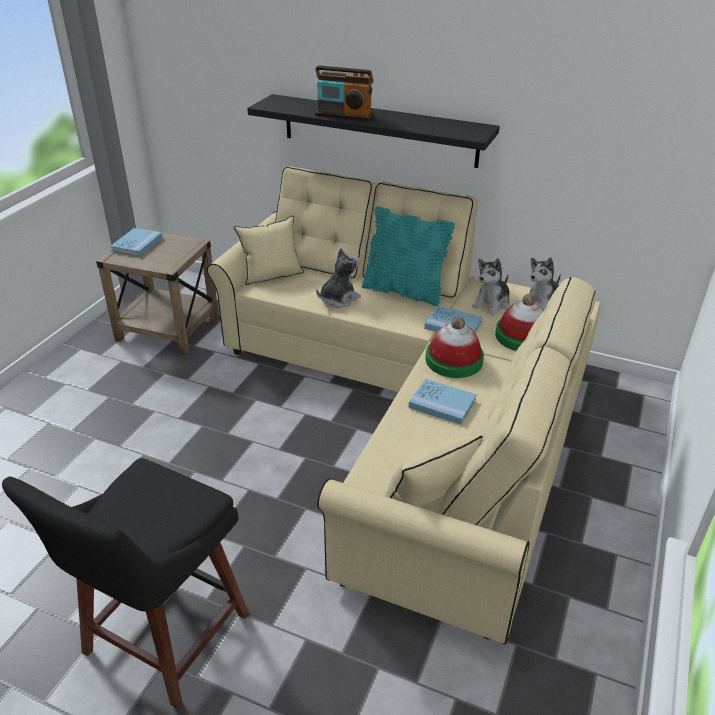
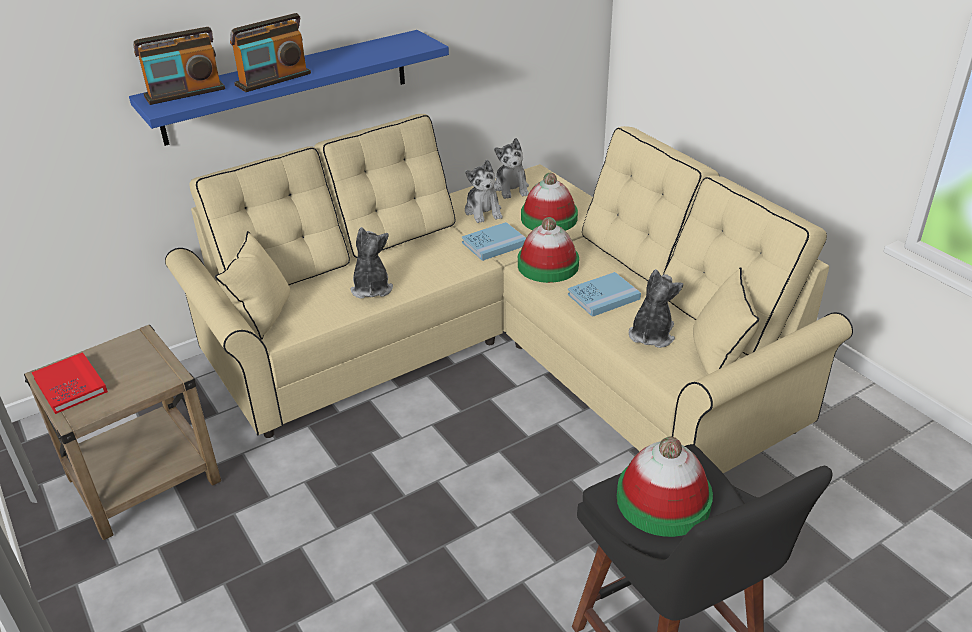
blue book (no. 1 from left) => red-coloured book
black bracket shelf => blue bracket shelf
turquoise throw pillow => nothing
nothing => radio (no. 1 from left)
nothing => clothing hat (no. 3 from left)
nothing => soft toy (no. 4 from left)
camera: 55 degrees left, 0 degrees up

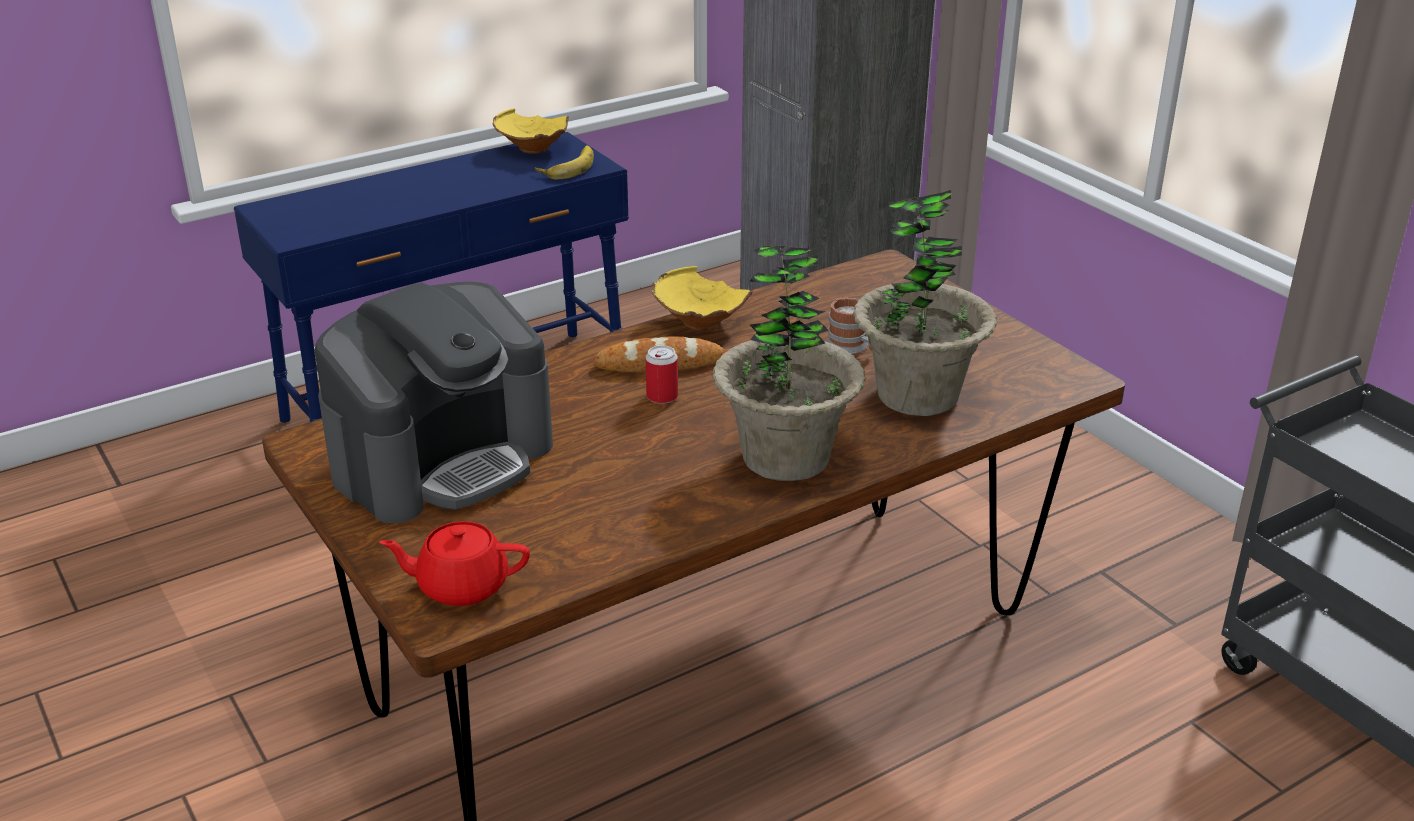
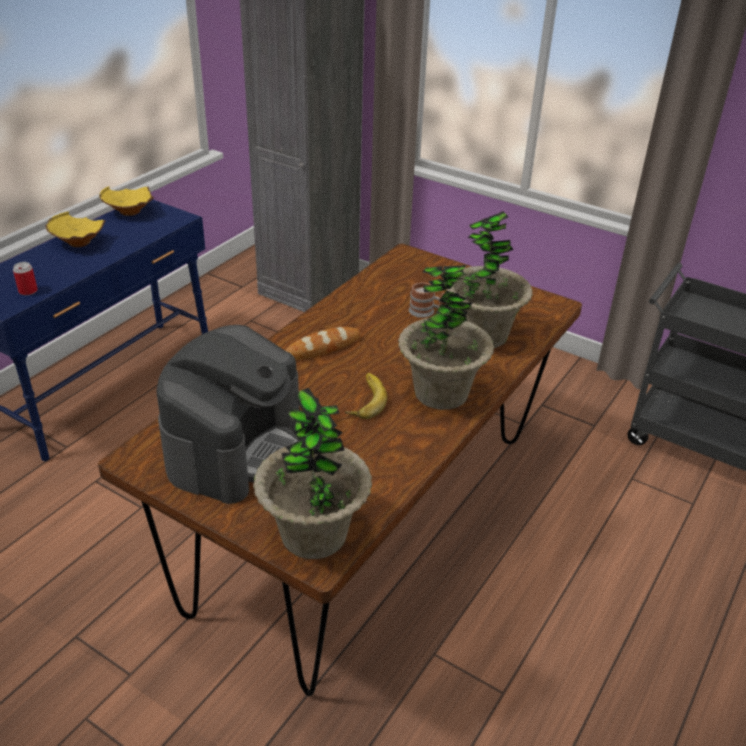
red-coloured teapot => plant in a pot (no. 1 from left)
banana, relocated
metal can, relocated
yellow deep dish (no. 2 from left in the first image) => yellow deep dish (no. 1 from left), relocated
camera: 25 degrees left, 5 degrees up

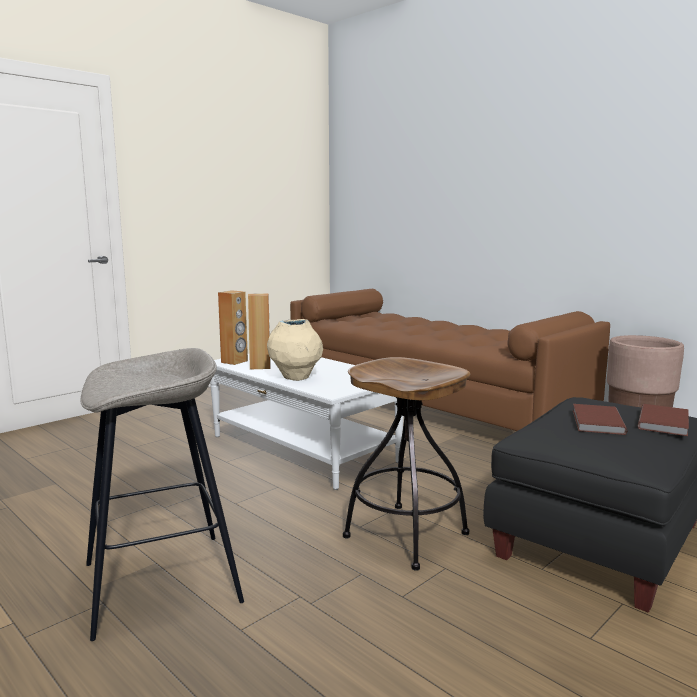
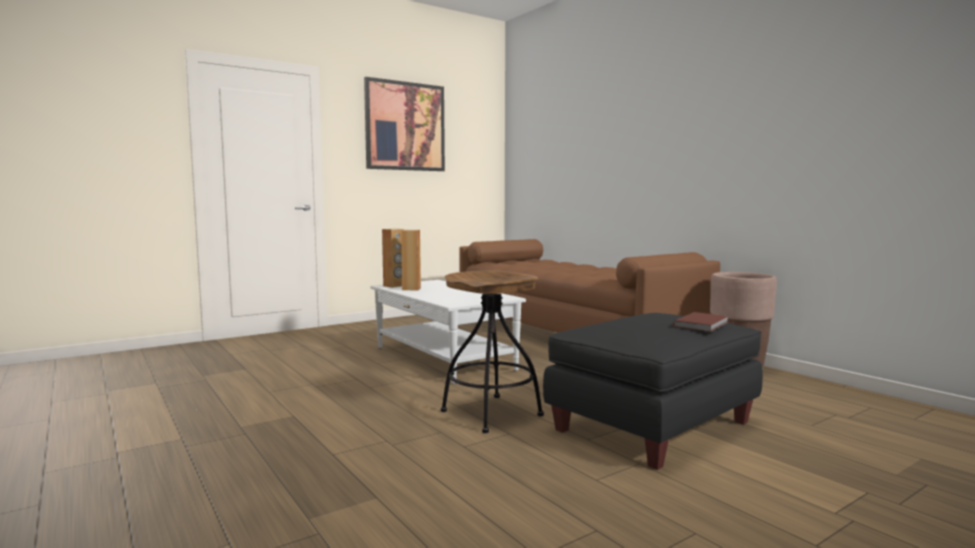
gray sitting stool => nothing
beige vase => nothing
brown-coloured book (no. 1 from left) => nothing
nothing => wall picture
camera: 10 degrees right, 5 degrees down

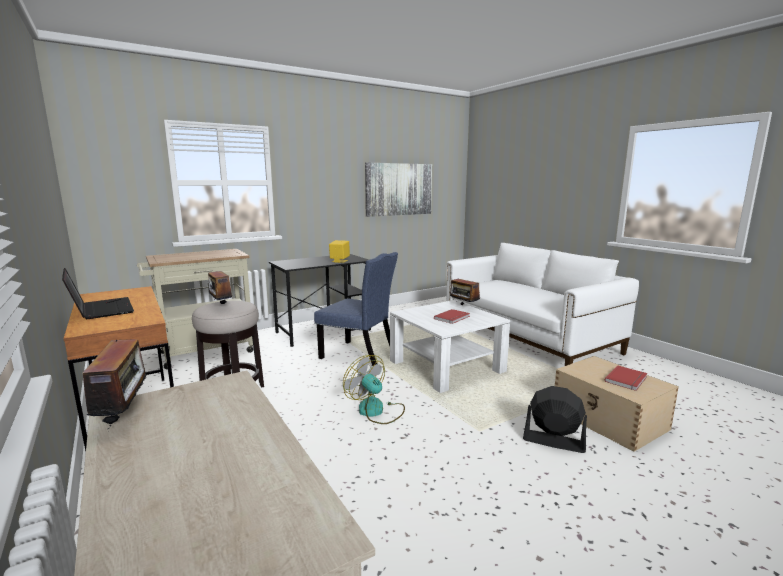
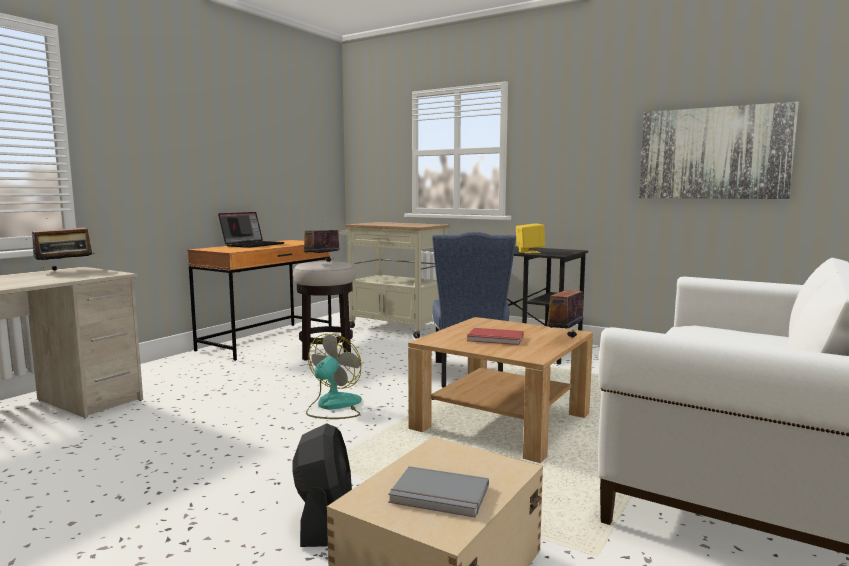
whitish lounge table => brown-coloured lounge table
red-coloured book (no. 2 from left) => gray book
camera: 65 degrees right, 5 degrees down

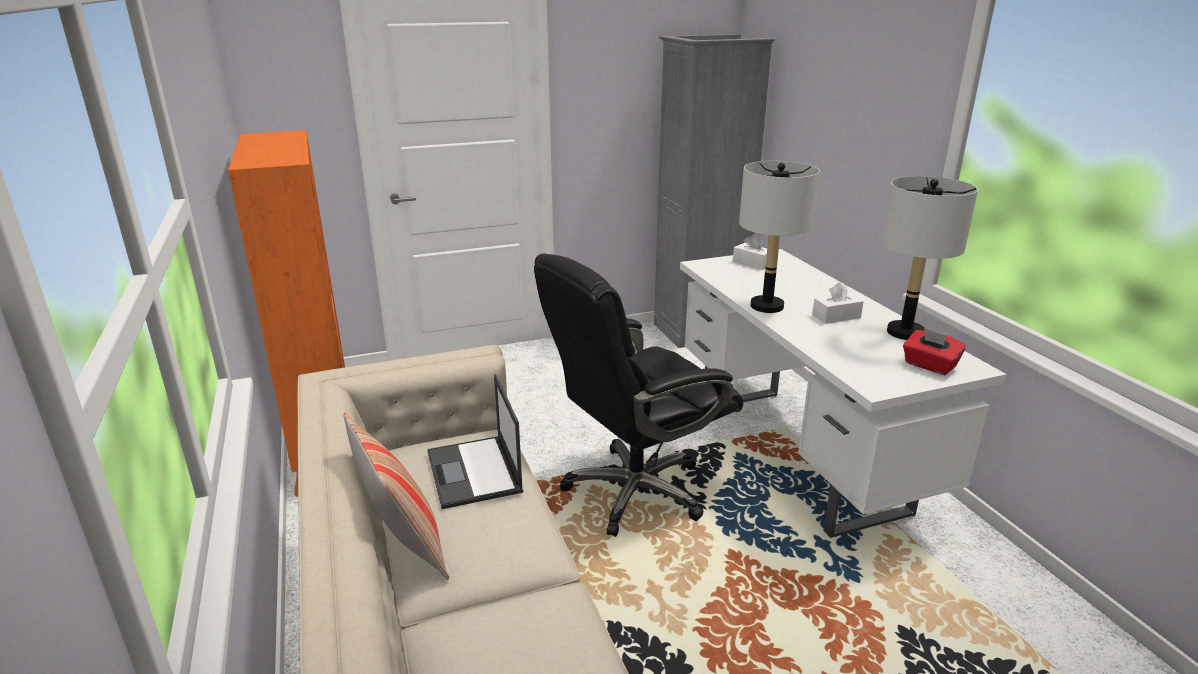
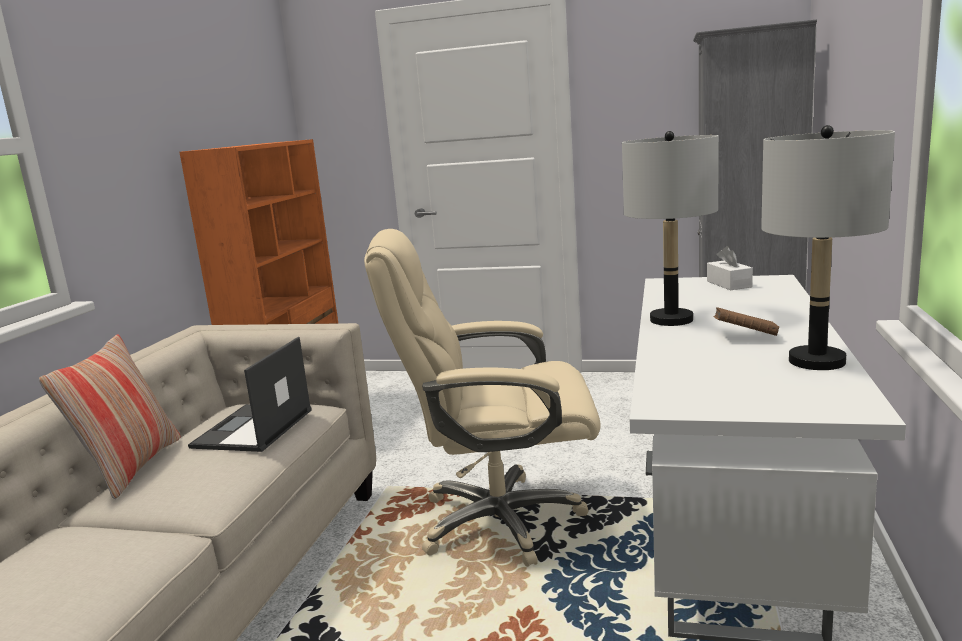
black desk chair => beige desk chair
whitish box of tissues (no. 2 from left) => brown-coloured book
red-coloured box of tissues => nothing
camera: 35 degrees right, 10 degrees down

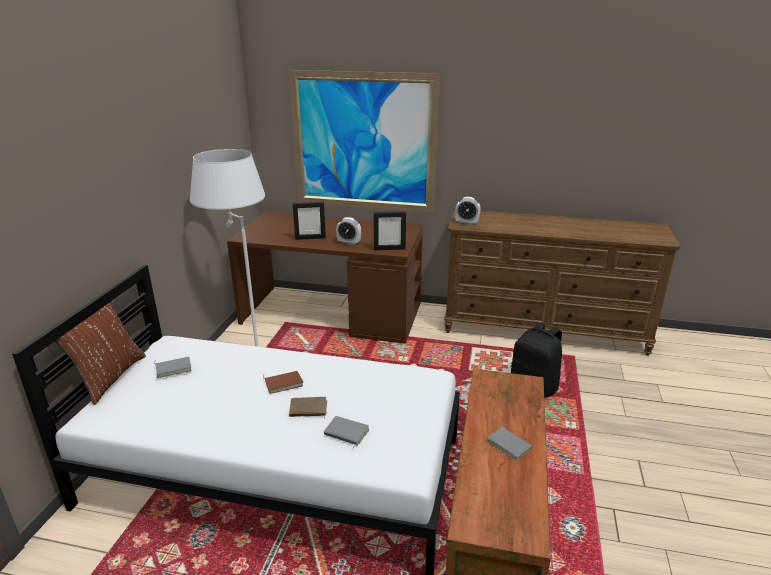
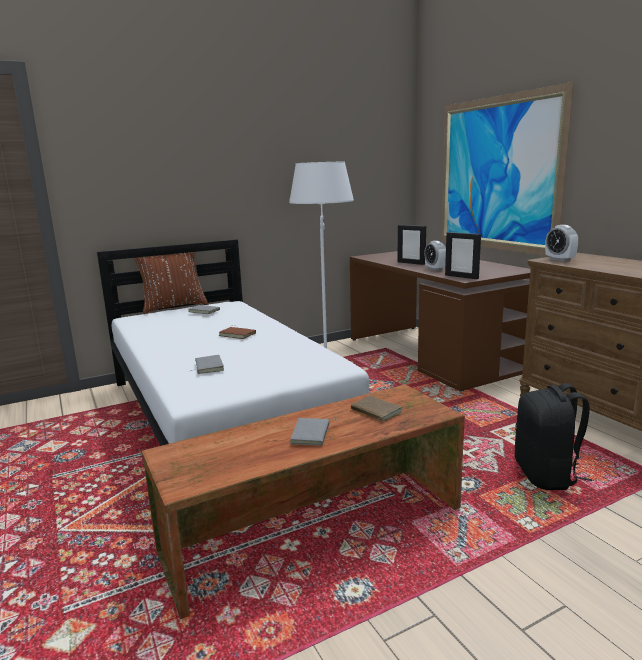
brown-coloured book (no. 2 from left), relocated
camera: 50 degrees right, 10 degrees down

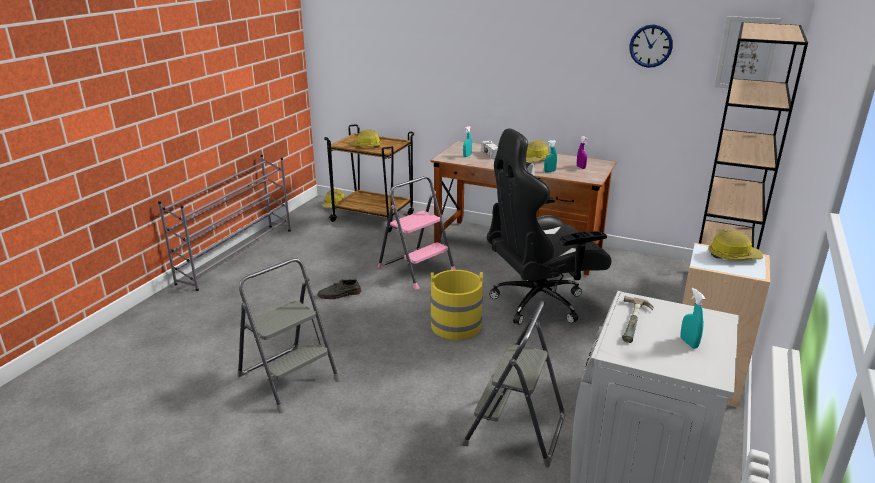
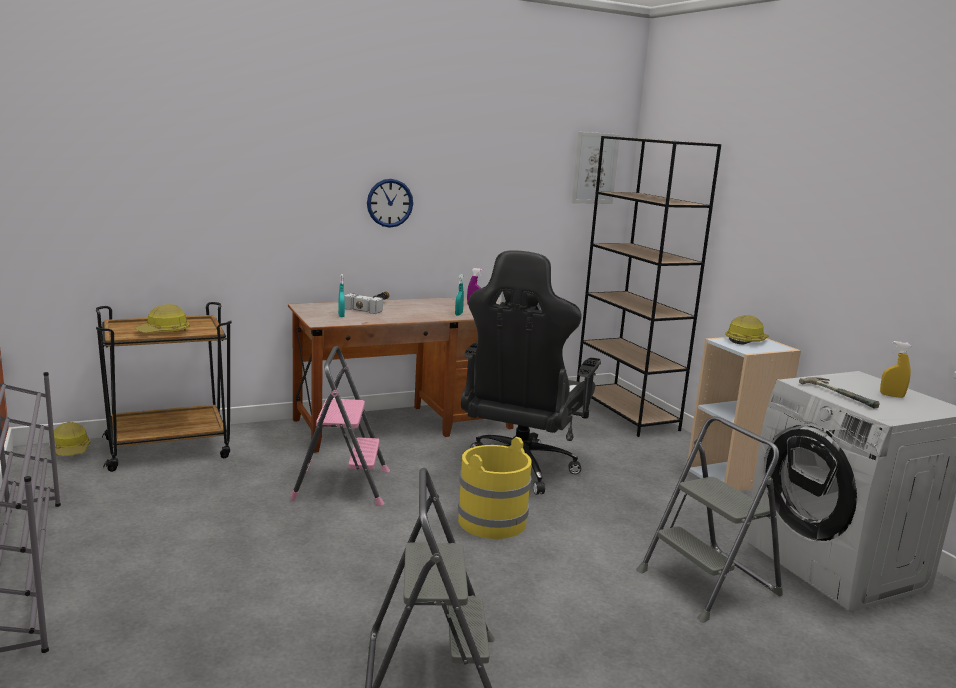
gray shoe => nothing
hard hat (no. 3 from left) => nothing
hanging clock, relocated
turquoise sprayer (no. 3 from left) => yellow sprayer
camera: 50 degrees left, 10 degrees down

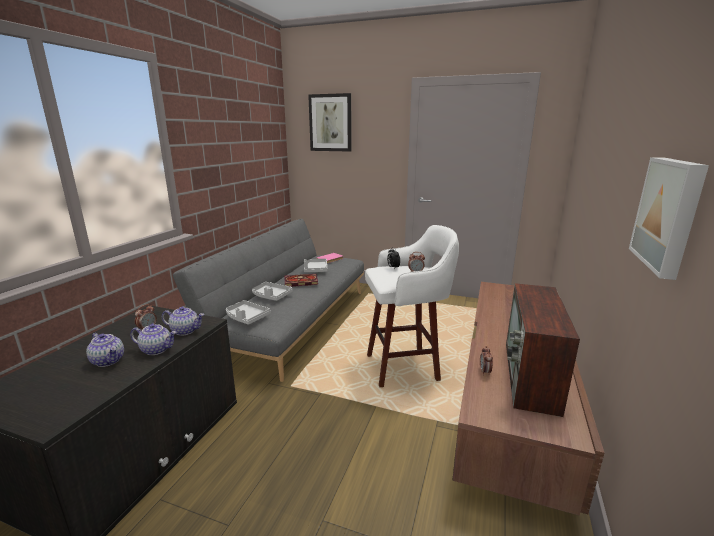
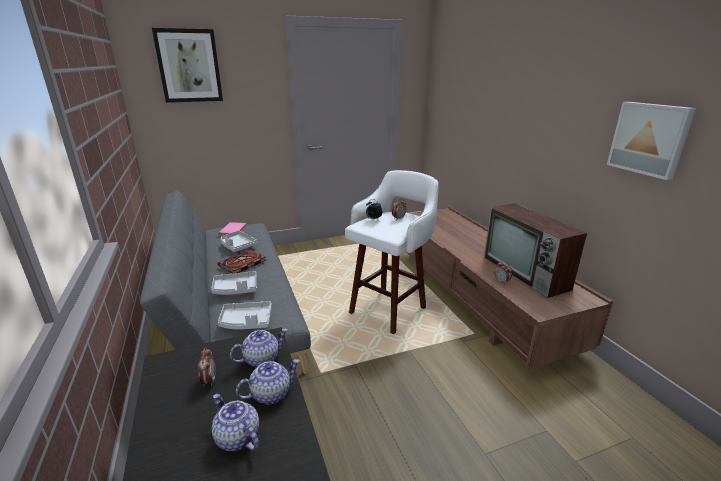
teapot (no. 1 from left), 135 degrees counterclockwise
camera: 40 degrees left, 5 degrees up

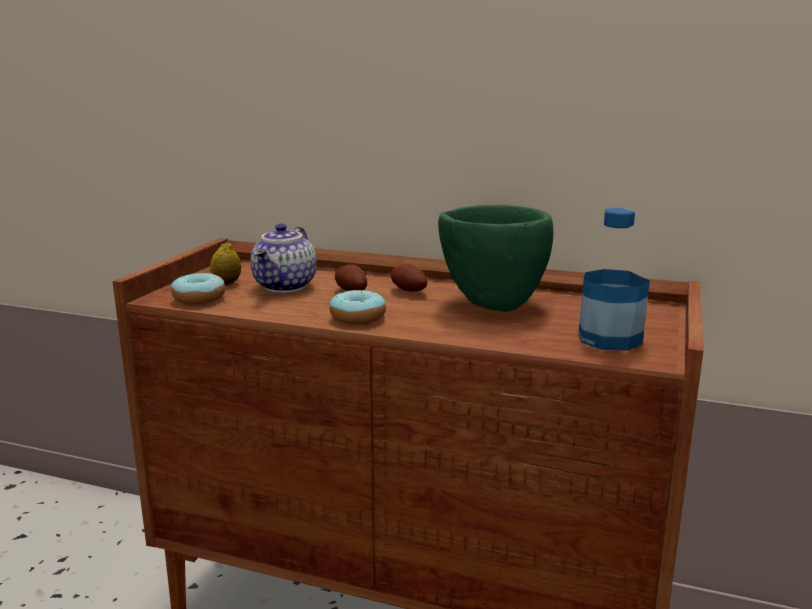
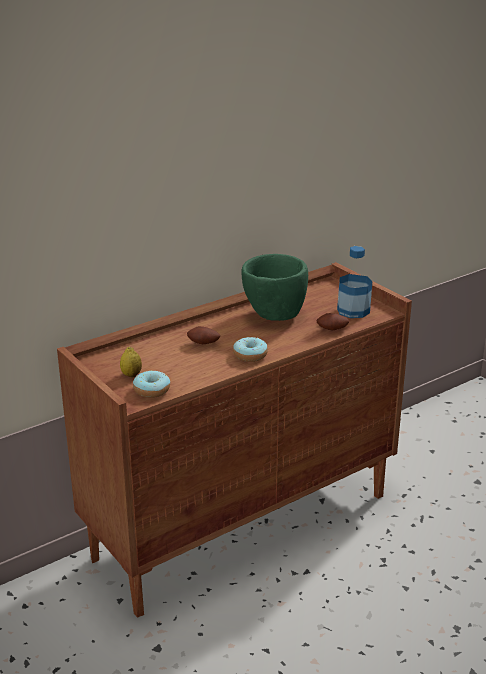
teapot => nothing
spud (no. 2 from left), relocated
camera: 55 degrees left, 10 degrees up

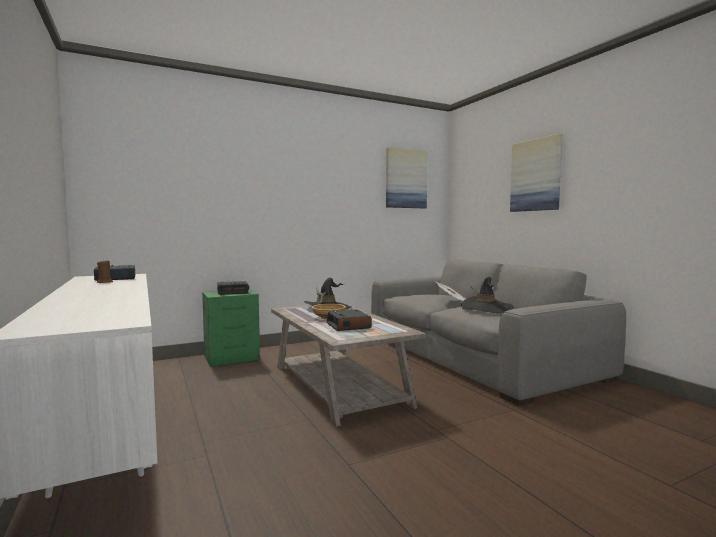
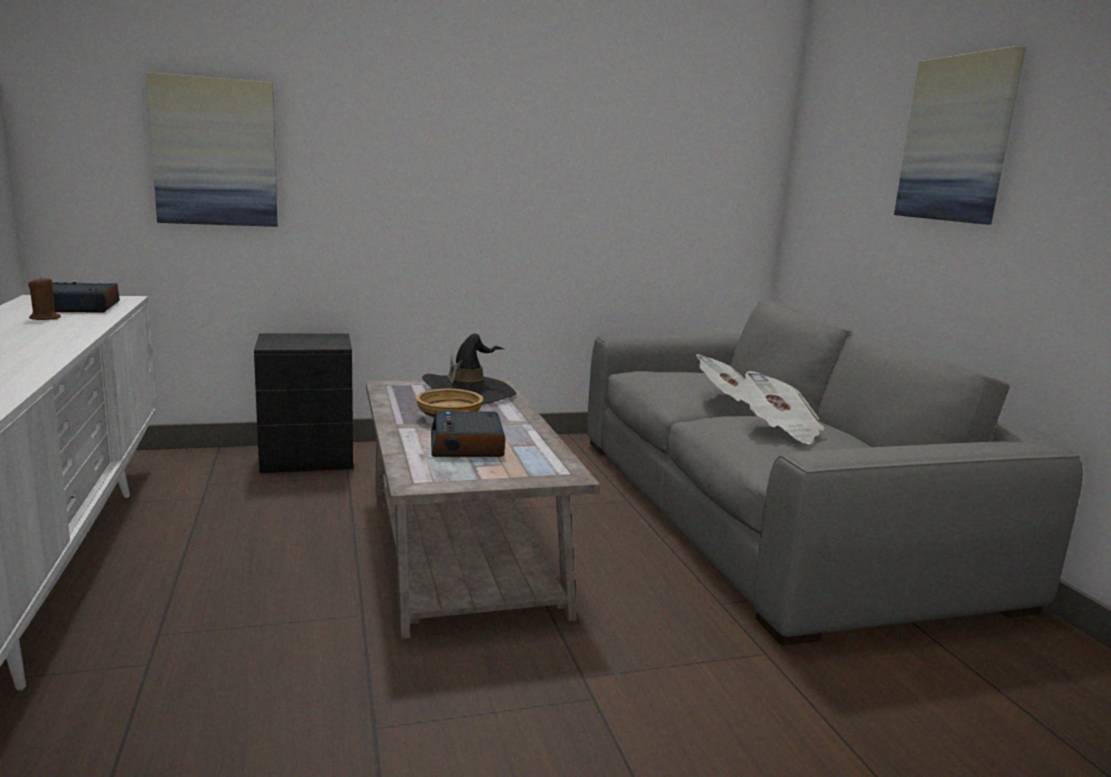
greenish nightstand => black nightstand
table clock (no. 2 from left) => nothing
wall picture (no. 1 from left), relocated
black clothing hat (no. 2 from left) => newspaper (no. 2 from left)
camera: 10 degrees right, 10 degrees up

